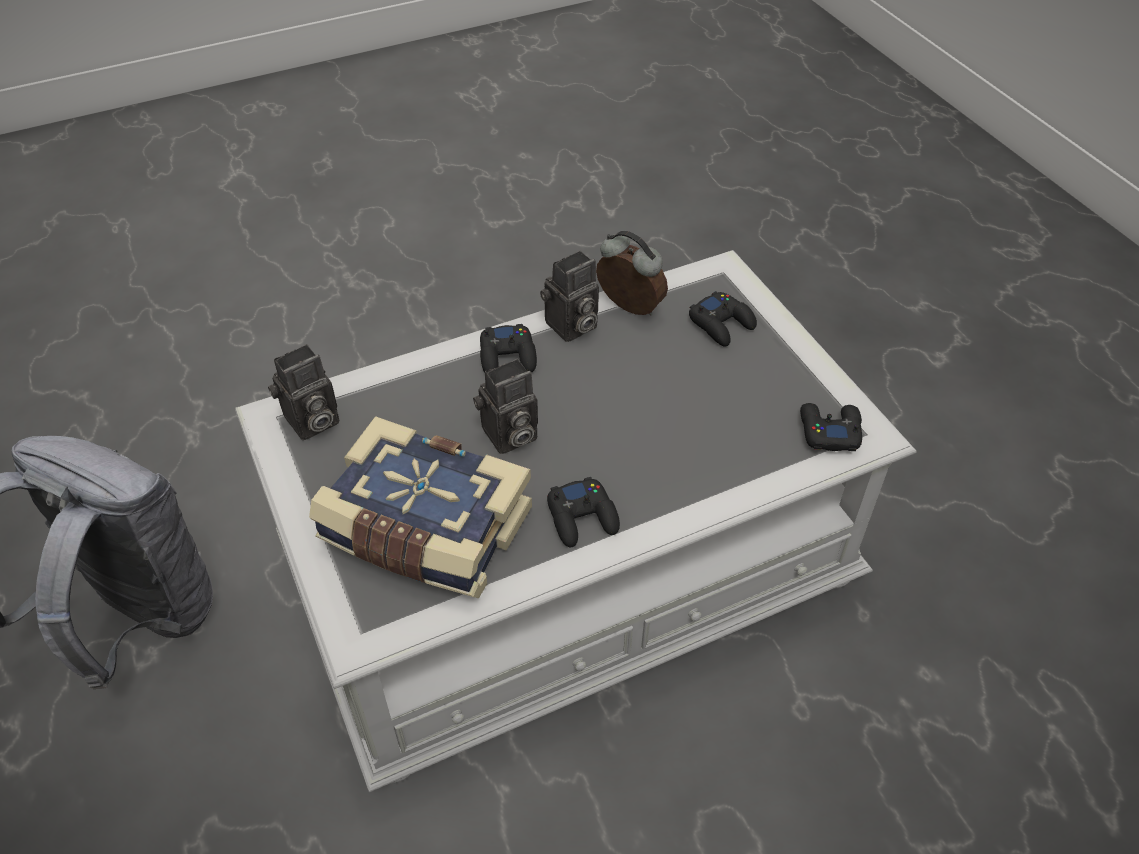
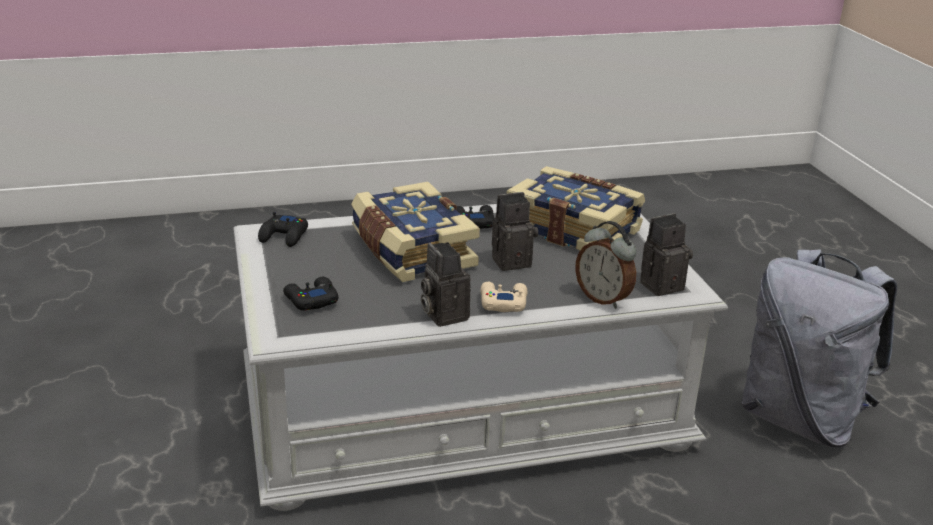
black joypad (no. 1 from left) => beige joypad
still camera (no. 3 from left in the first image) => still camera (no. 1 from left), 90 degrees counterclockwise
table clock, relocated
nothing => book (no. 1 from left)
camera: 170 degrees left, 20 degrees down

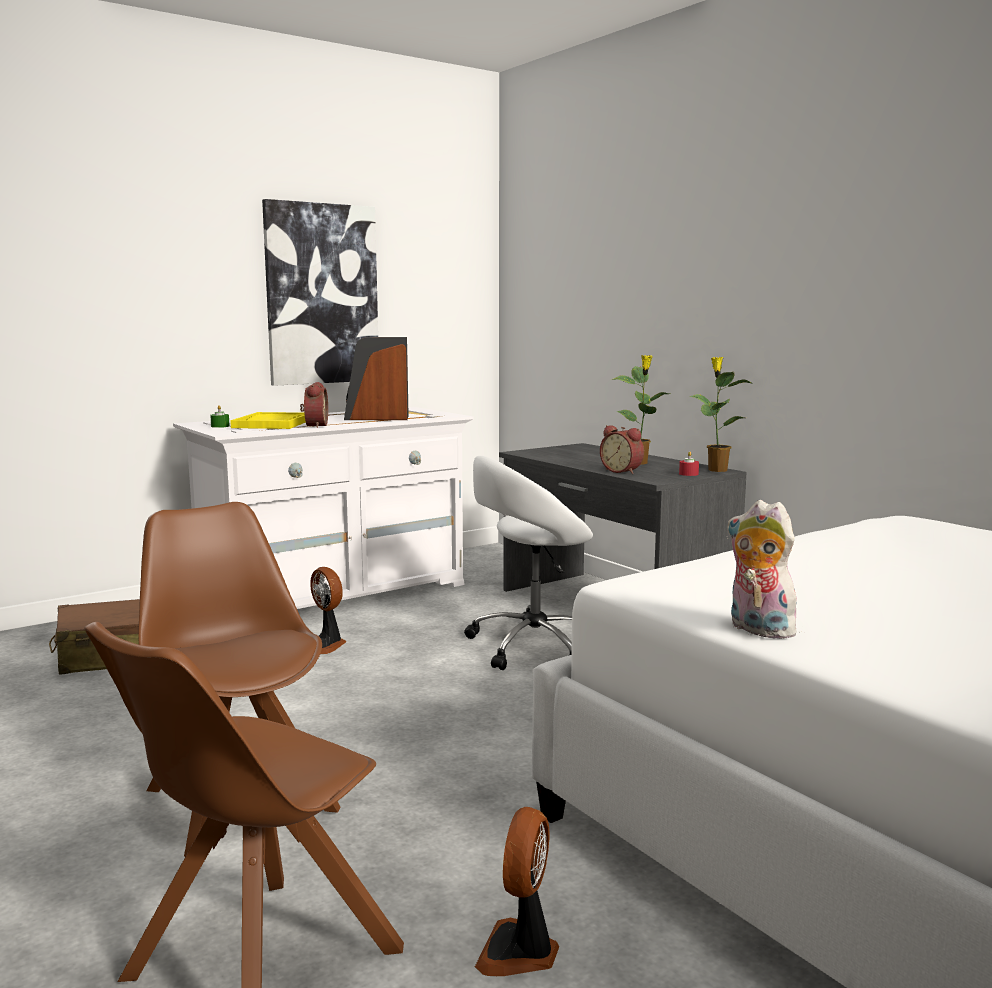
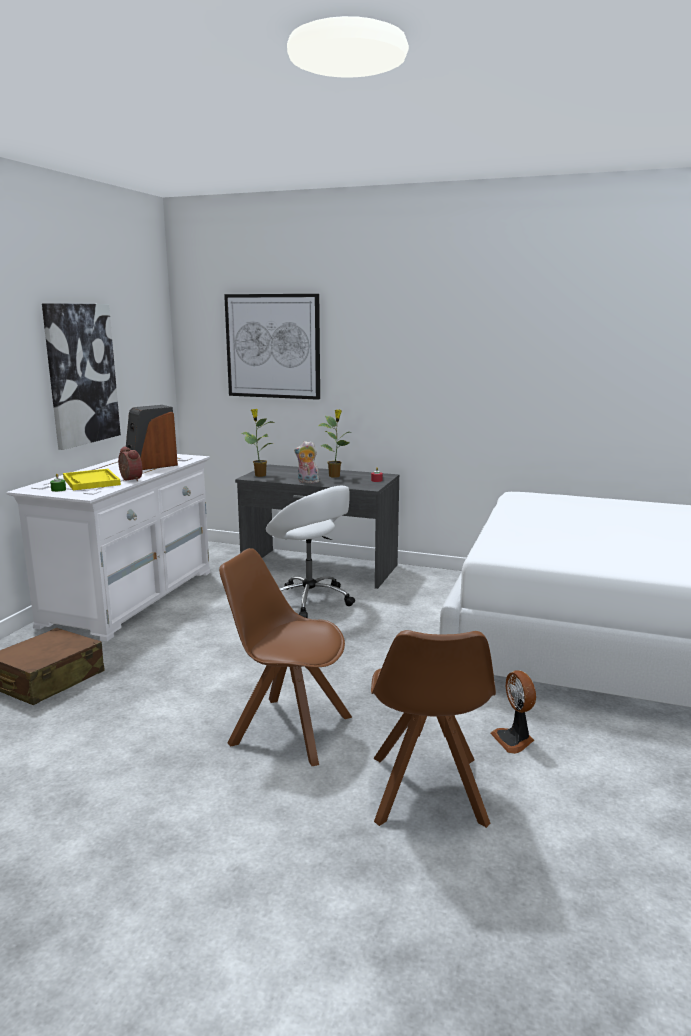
cooling fan (no. 1 from left) => nothing
whitish desk chair, 75 degrees counterclockwise
table clock (no. 2 from left) => nothing
plant in a pot (no. 2 from left in the first image) => plant in a pot (no. 1 from left), relocated
soft toy, relocated
nothing => wall picture (no. 2 from left)
camera: 35 degrees left, 5 degrees up

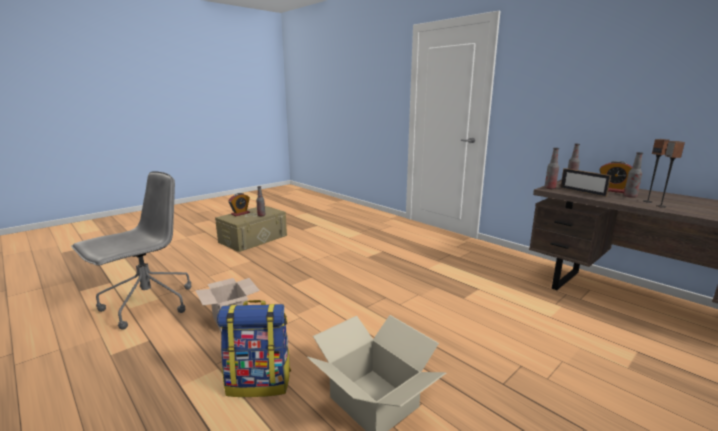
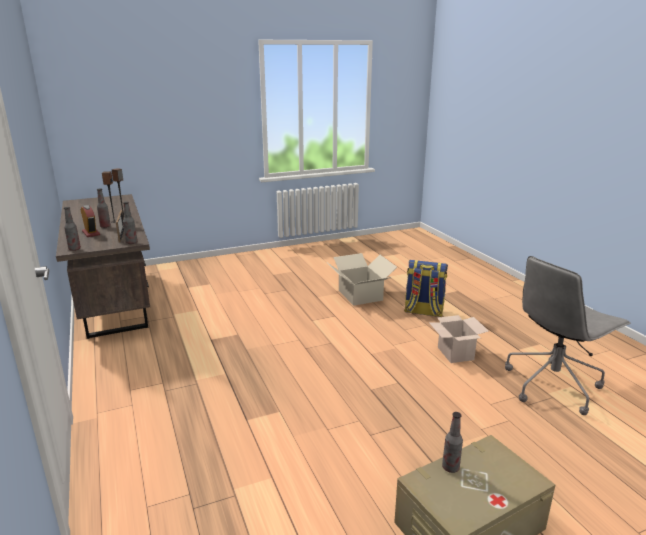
table clock (no. 1 from left) => nothing
camera: 160 degrees left, 5 degrees up

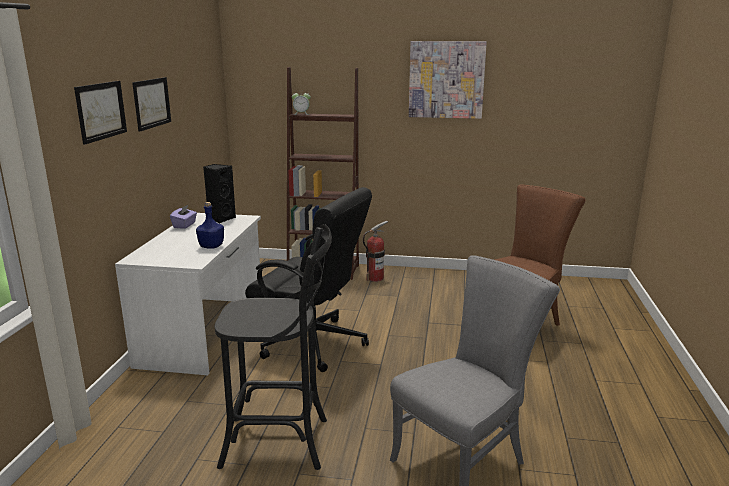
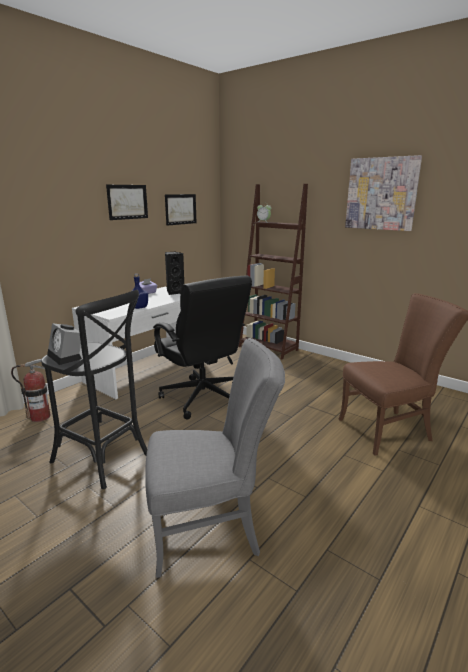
wall picture (no. 1 from left in the first image) => wall picture (no. 2 from left), relocated
fire extinguisher, relocated
nothing => table clock (no. 1 from left)
camera: 30 degrees right, 0 degrees up

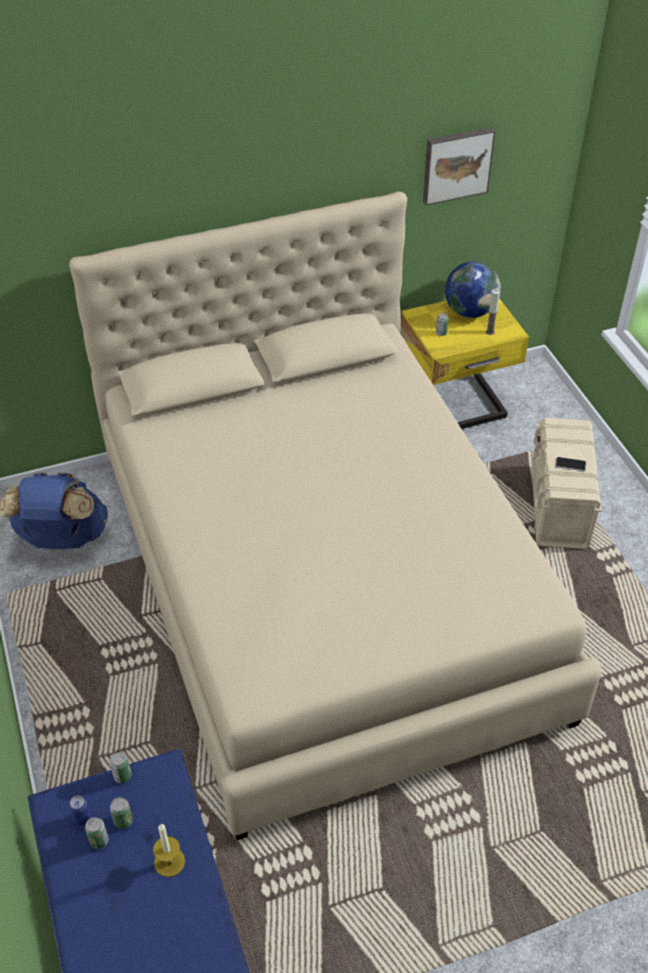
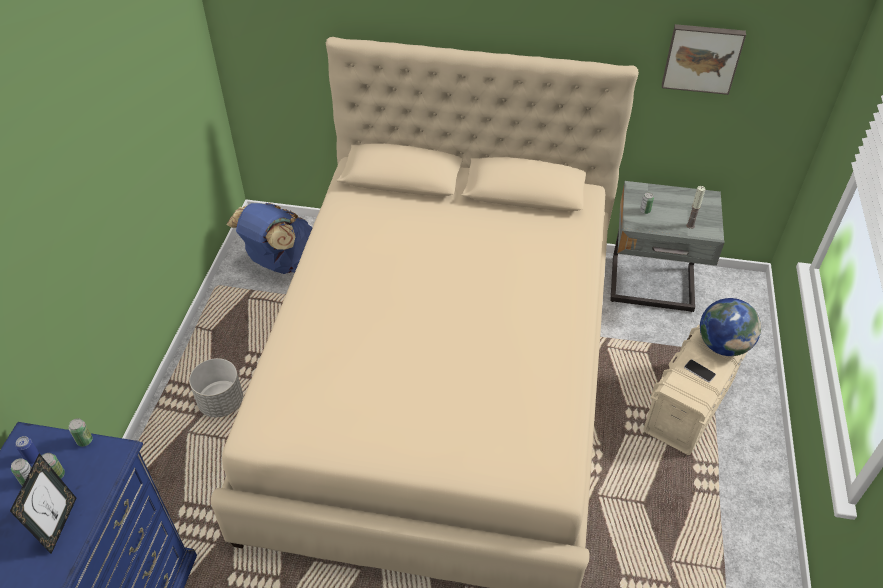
candle (no. 1 from left) => standing frame
yellow nightstand => gray nightstand
world globe, relocated
nothing => gray flower pot
camera: 30 degrees right, 0 degrees up

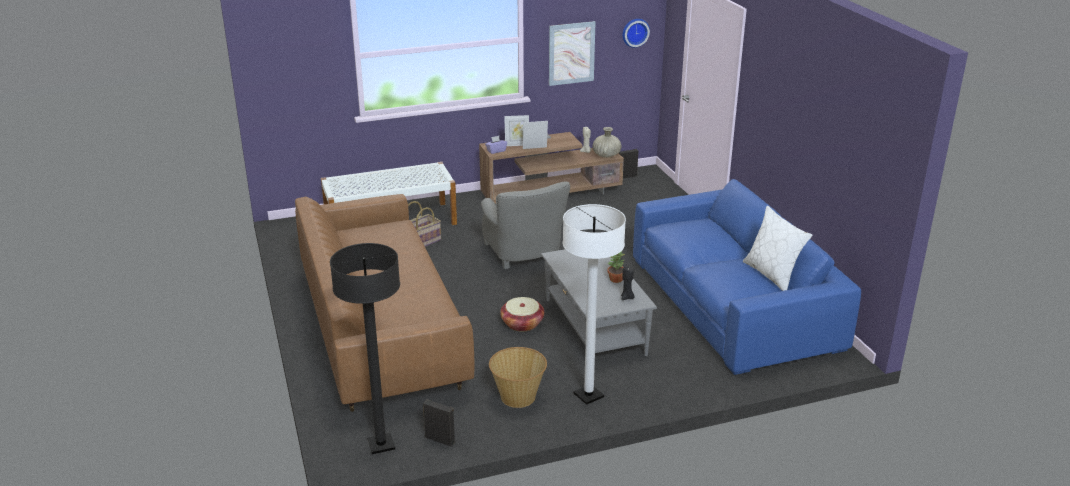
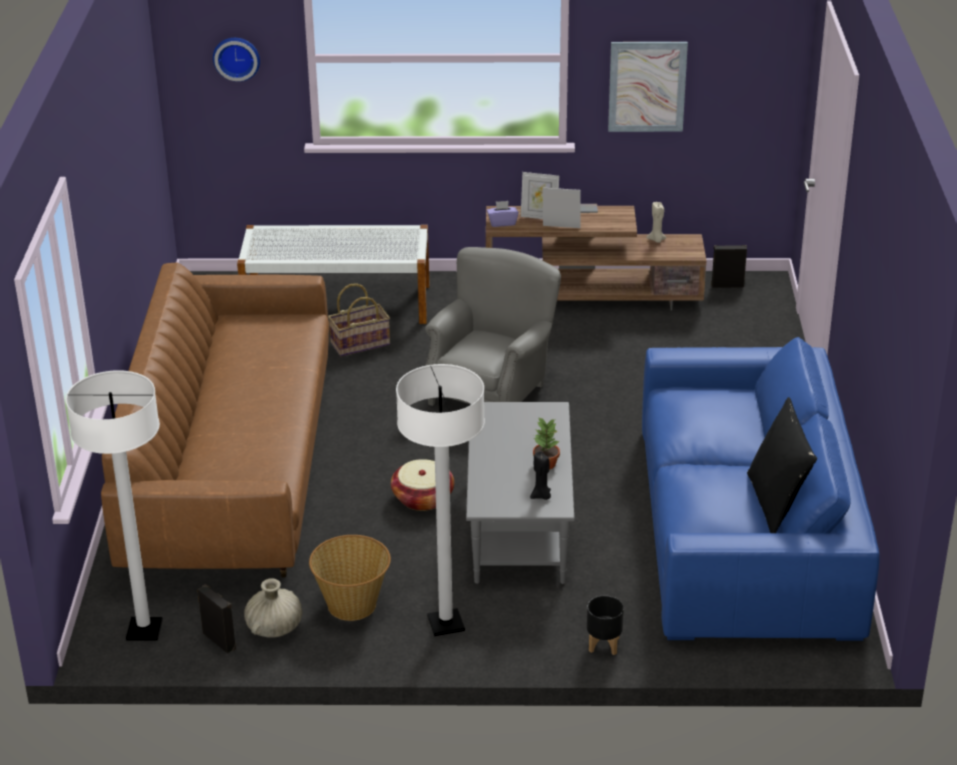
black standing lamp => whitish standing lamp (no. 1 from left)
gray easy chair, 150 degrees counterclockwise
beige vase, relocated
hanging clock, relocated
whitish throw pillow => black throw pillow
nothing => black flower pot
camera: 20 degrees right, 5 degrees up

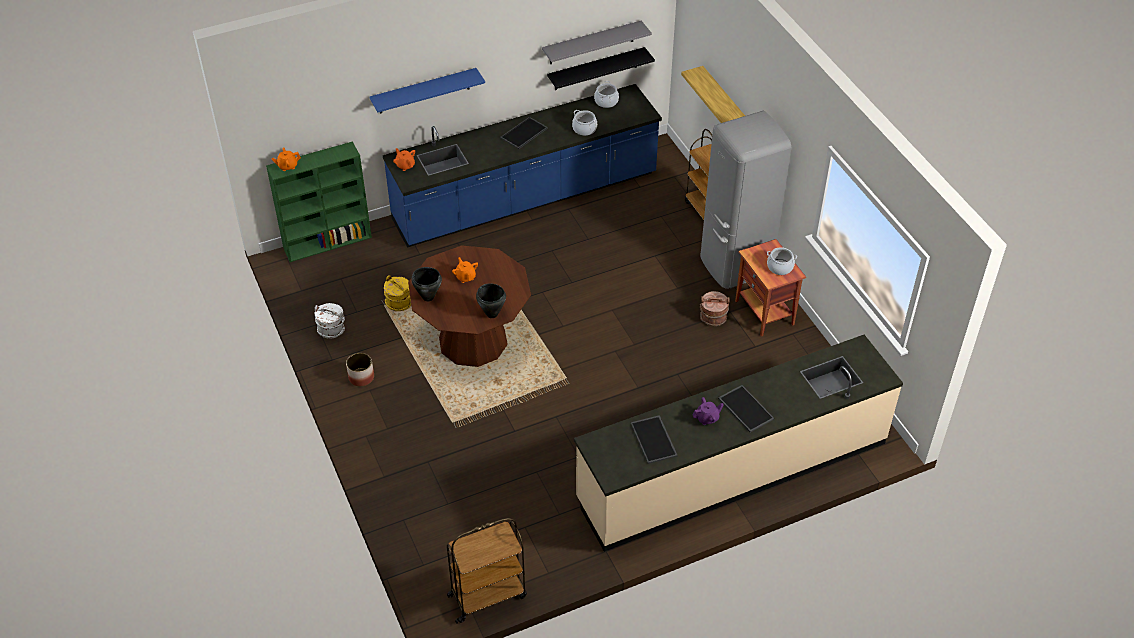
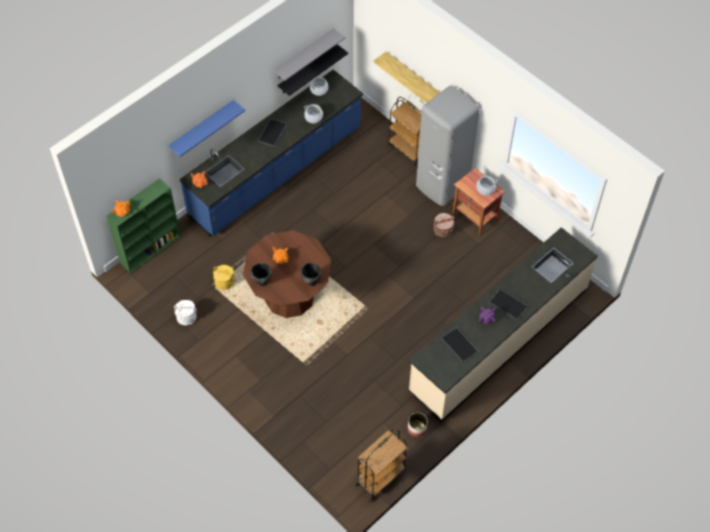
flower pot, relocated
camera: 20 degrees left, 10 degrees up

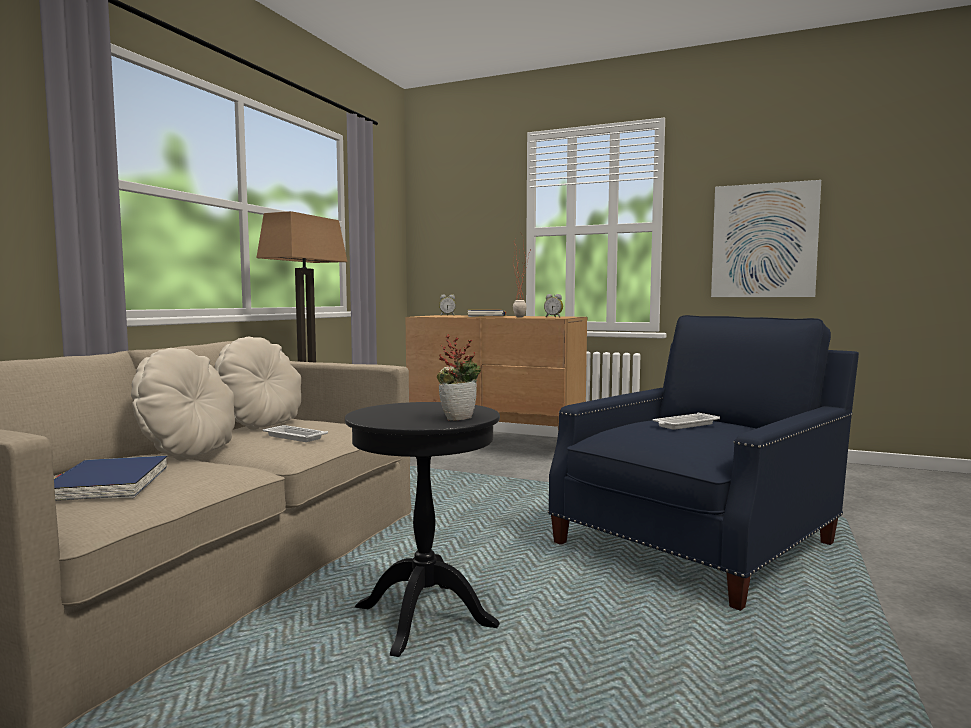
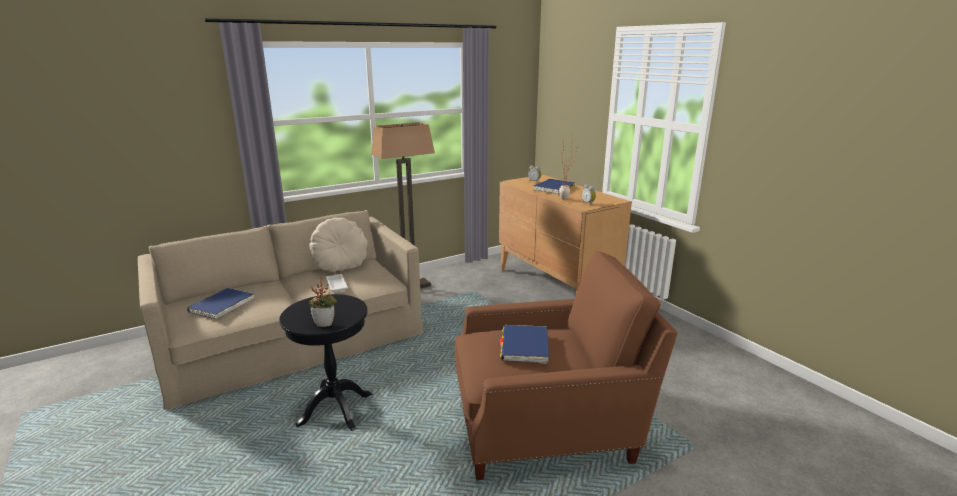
beige throw pillow (no. 1 from left) => nothing
blue easy chair => brown-coloured easy chair
whitish carrying tray (no. 2 from left) => blue book (no. 2 from left)
wall picture => nothing
camera: 35 degrees right, 15 degrees up

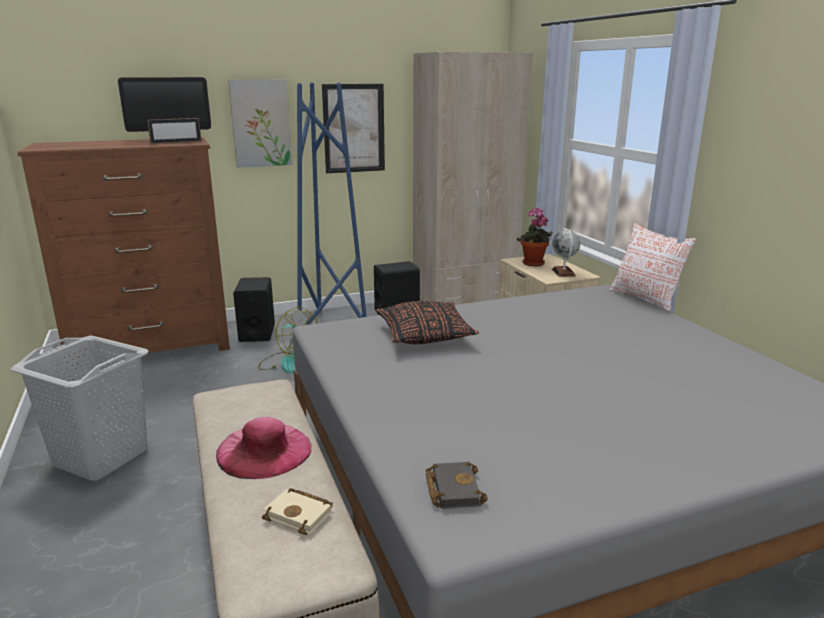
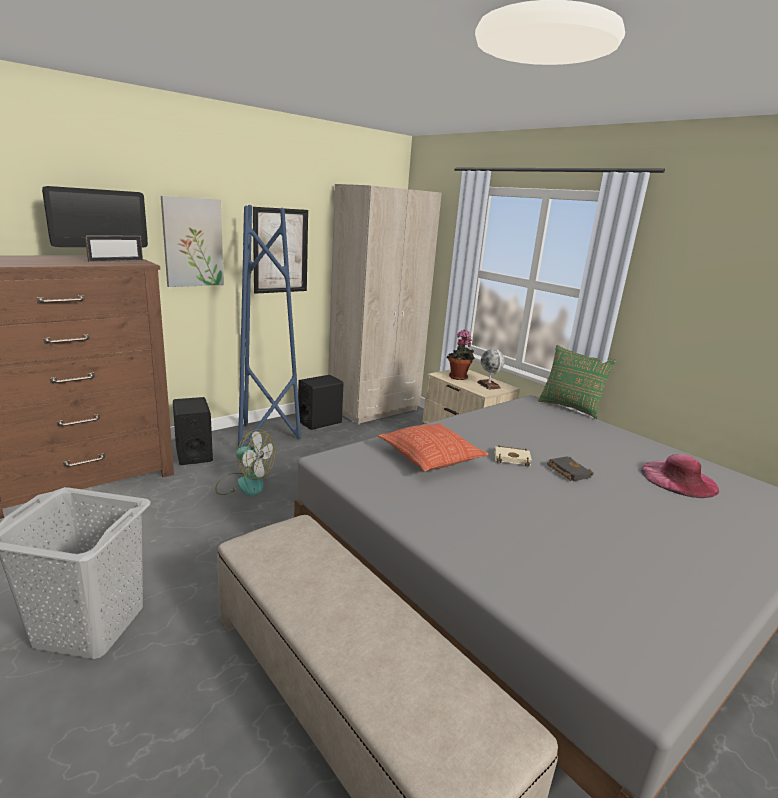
pinkish clothing hat, relocated
beige book, relocated
black throw pillow => orange-coloured throw pillow
black book, relocated
whitish throw pillow => greenish throw pillow
camera: 20 degrees left, 0 degrees up

